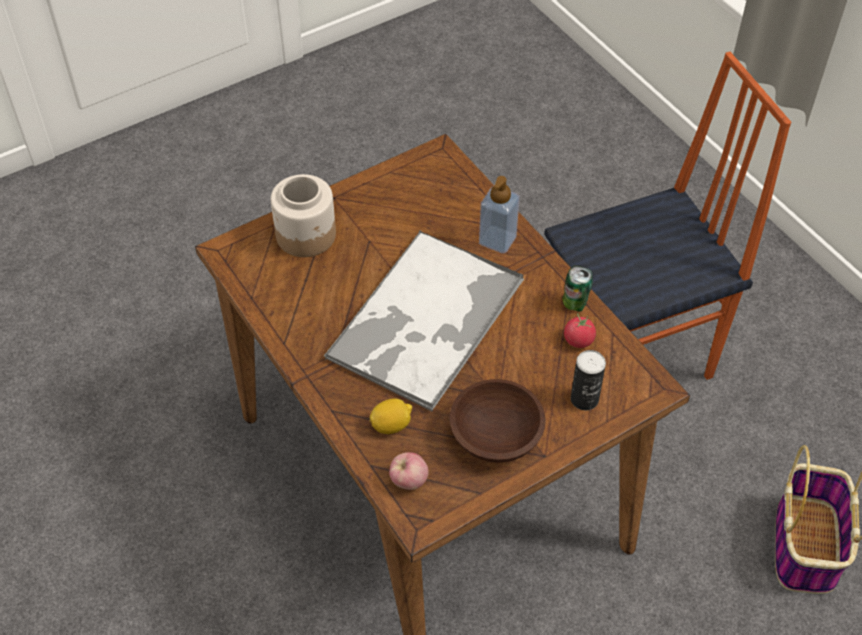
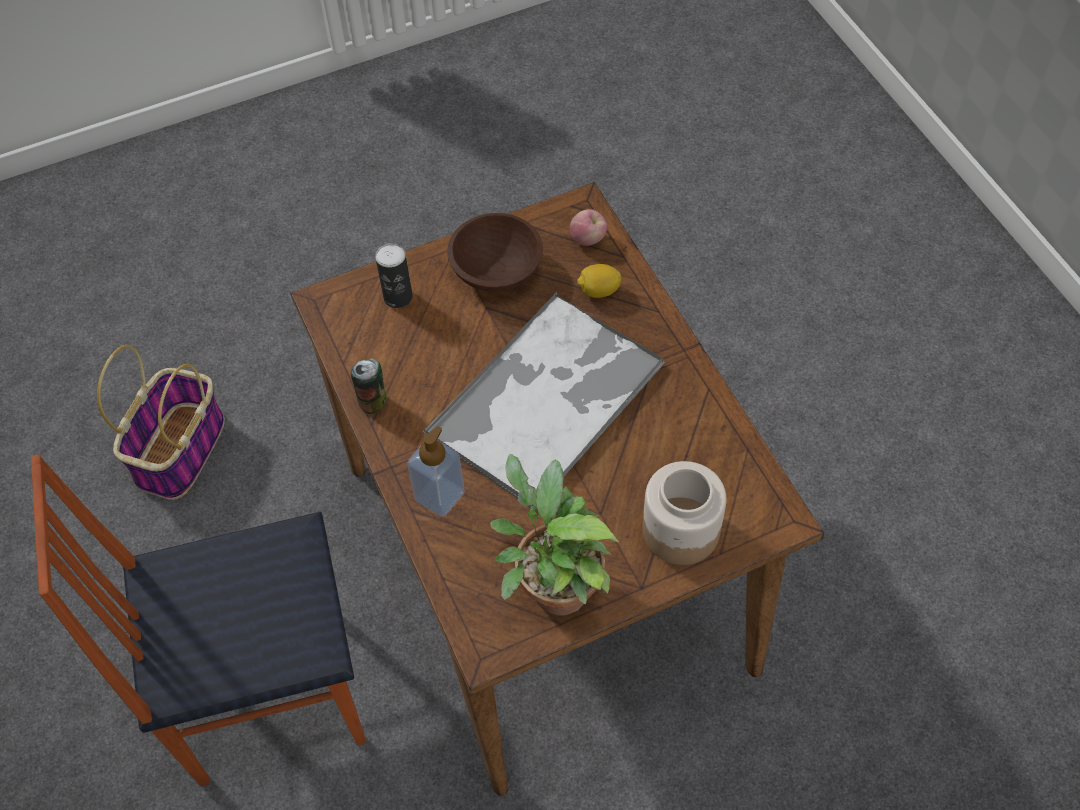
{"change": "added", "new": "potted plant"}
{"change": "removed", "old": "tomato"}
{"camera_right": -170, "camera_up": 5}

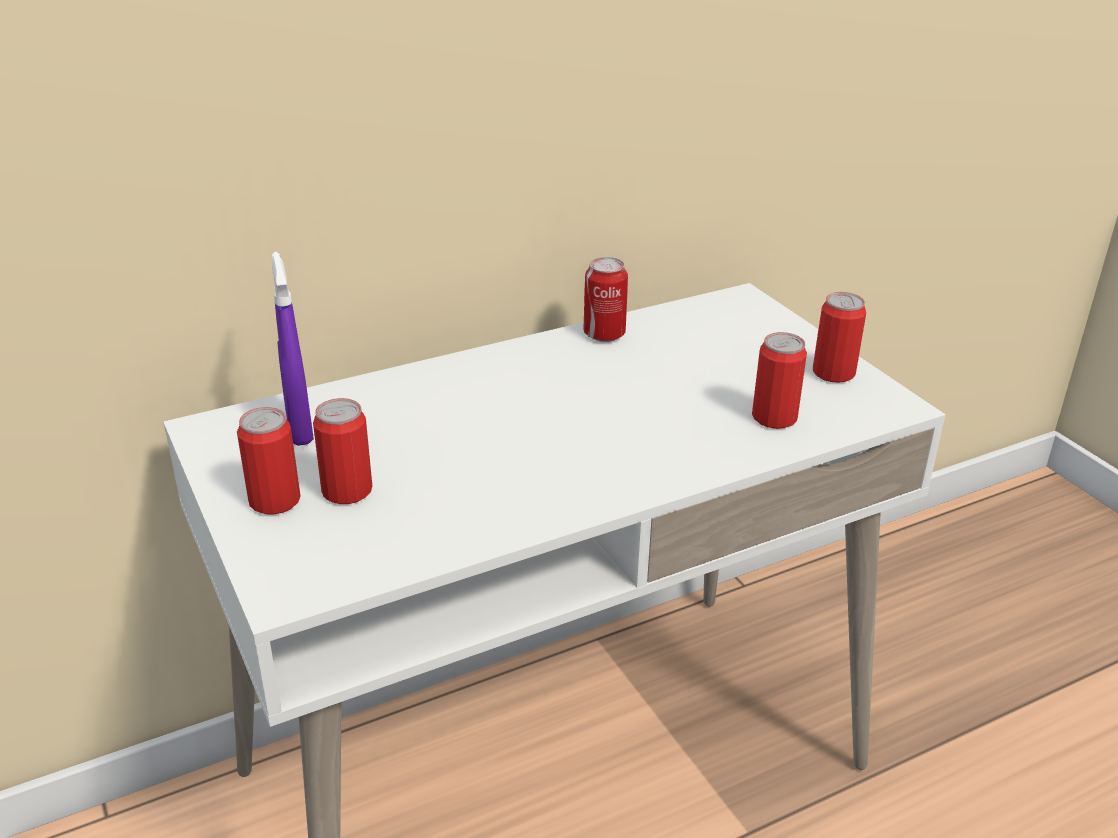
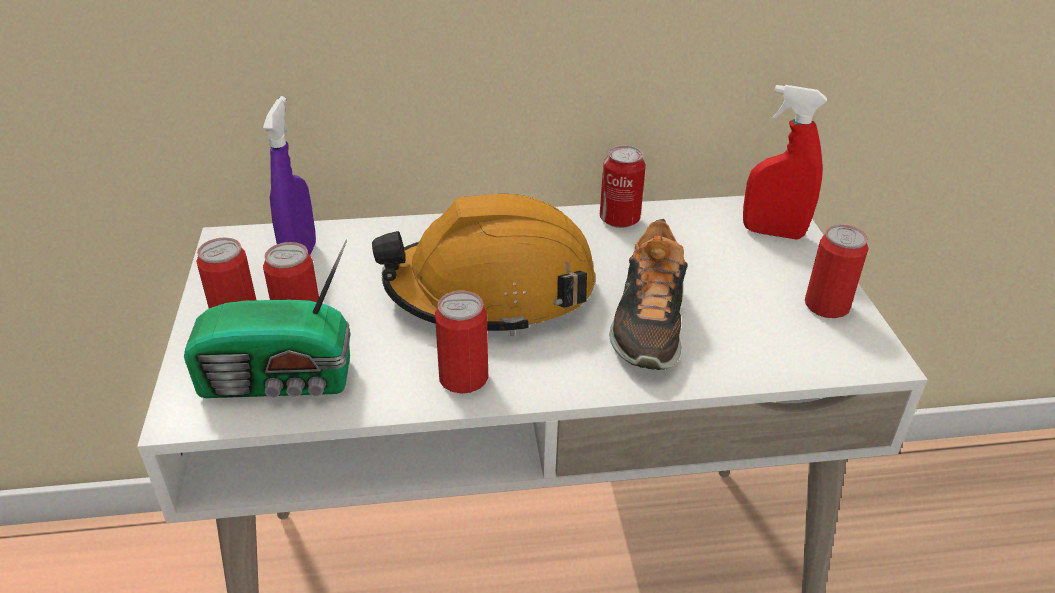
{"change": "added", "new": "radio"}
{"change": "added", "new": "orange hard hat"}
{"change": "moved", "old": "can (4th from left in the first image)", "new": "can (3rd from left)"}
{"change": "added", "new": "shoe"}
{"change": "added", "new": "red spray bottle"}
{"camera_right": 20, "camera_up": 5}

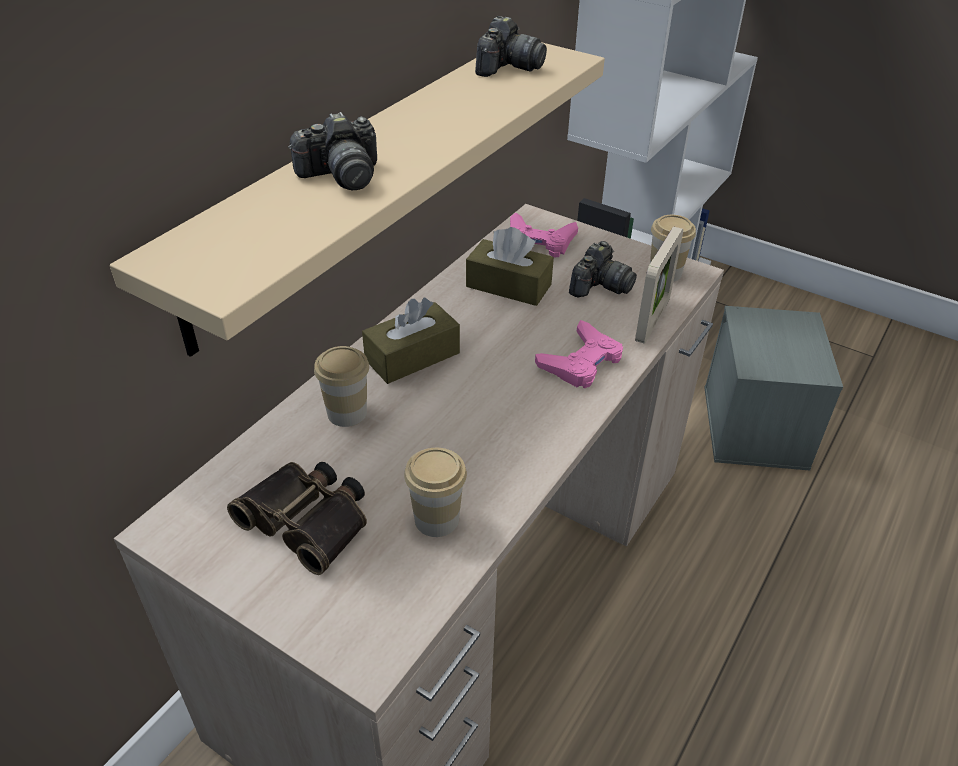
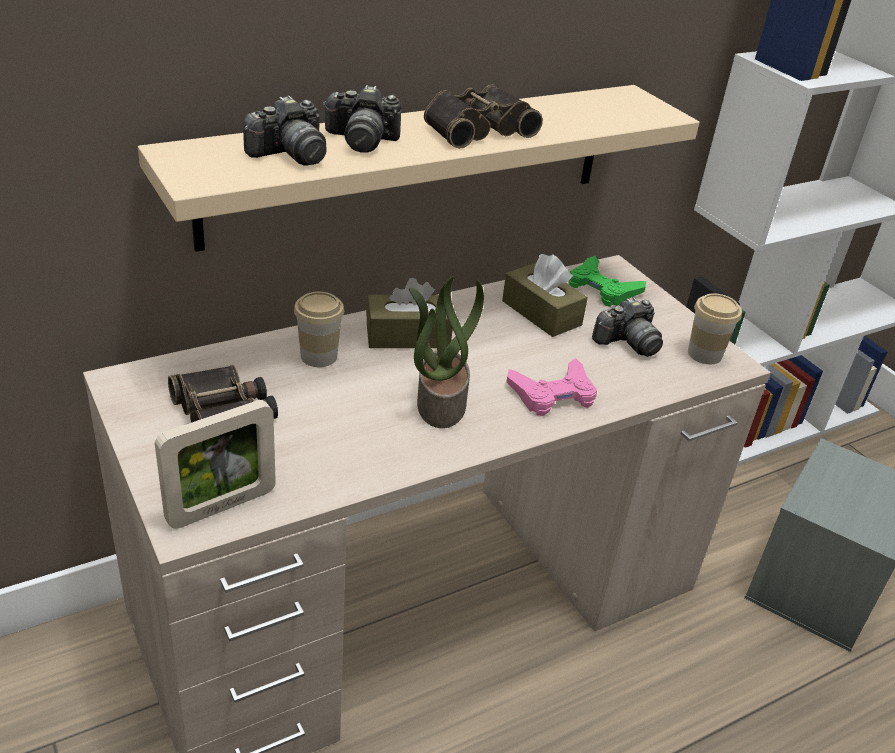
{"change": "moved", "old": "picture frame"}
{"change": "moved", "old": "photo camera (2nd from left in the first image)", "new": "photo camera (1st from left)"}
{"change": "added", "new": "potted plant"}
{"change": "added", "new": "binoculars (2nd from left)"}
{"change": "recoloured", "old": "pink game controller (1st from left)", "new": "green game controller"}
{"change": "removed", "old": "cup (2nd from left)"}
{"camera_right": 25, "camera_up": -5}

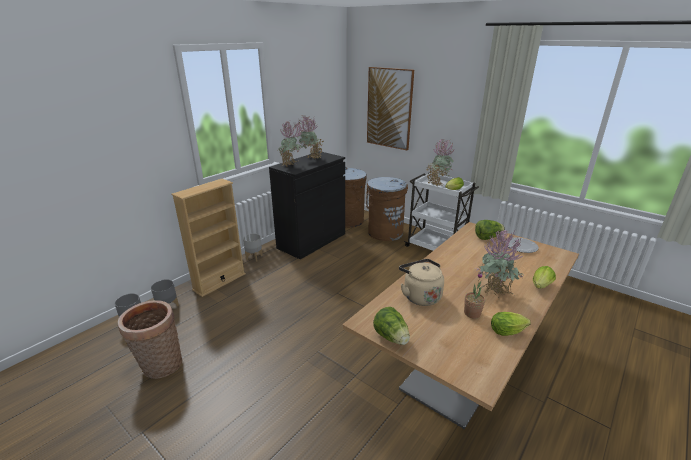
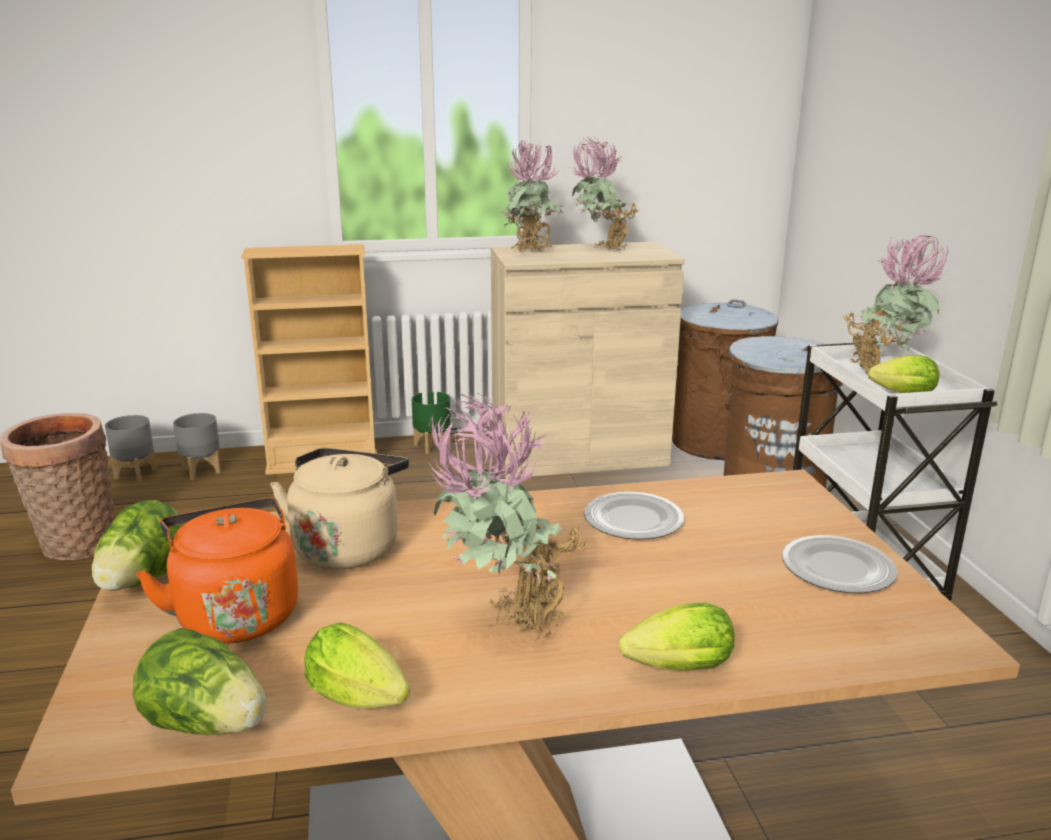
{"change": "moved", "old": "lettuce (3rd from left in the first image)", "new": "lettuce (2nd from left)"}
{"change": "added", "new": "orange kettle"}
{"change": "recoloured", "old": "grey planter (3rd from left)", "new": "green planter"}
{"change": "recoloured", "old": "black cabinet", "new": "beige cabinet"}
{"change": "added", "new": "plate (1st from left)"}
{"change": "removed", "old": "picture"}
{"change": "removed", "old": "potted plant (4th from left)"}
{"camera_right": 40, "camera_up": -5}

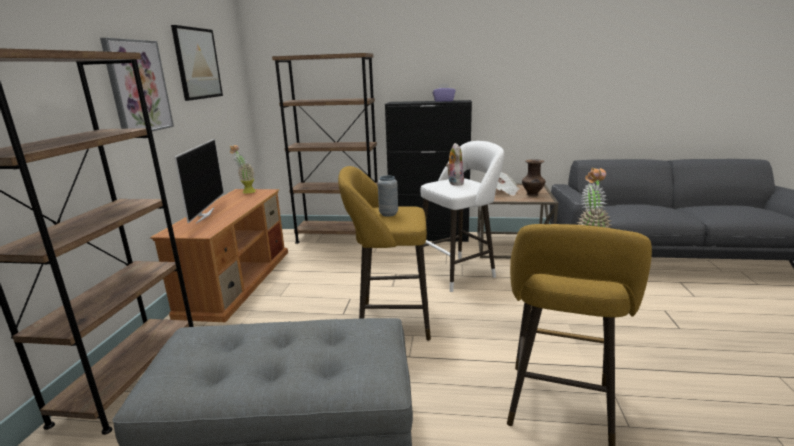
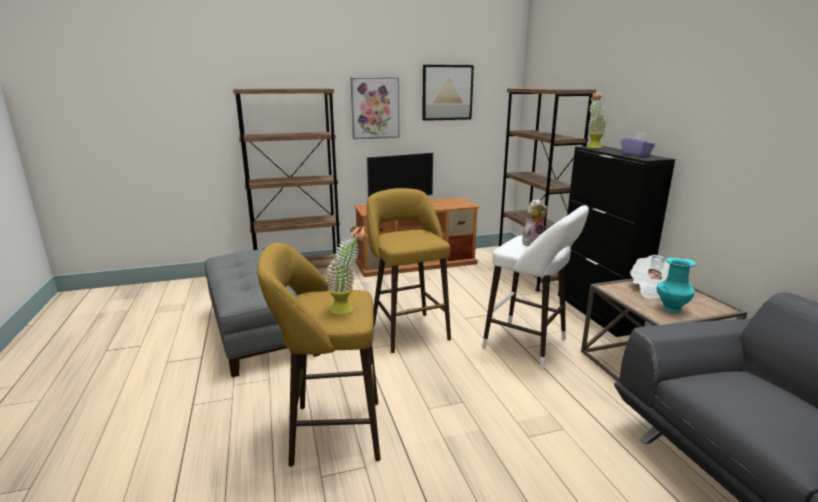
{"change": "moved", "old": "potted plant (1st from left in the first image)", "new": "potted plant (2nd from left)"}
{"change": "recoloured", "old": "brown vase", "new": "turquoise vase"}
{"change": "removed", "old": "grey vase"}
{"camera_right": 65, "camera_up": 0}

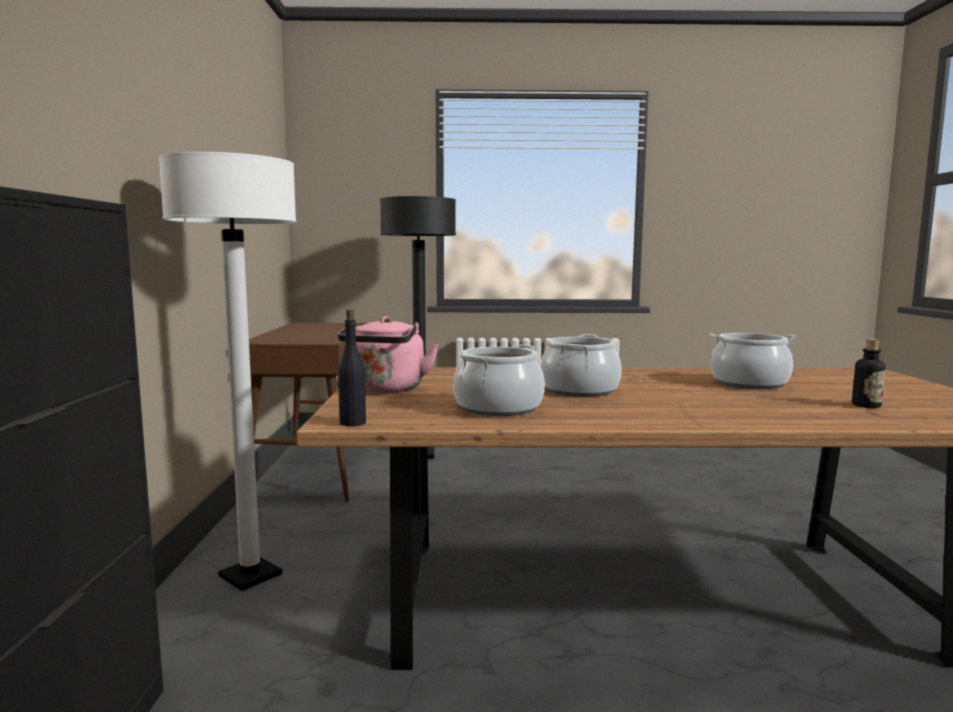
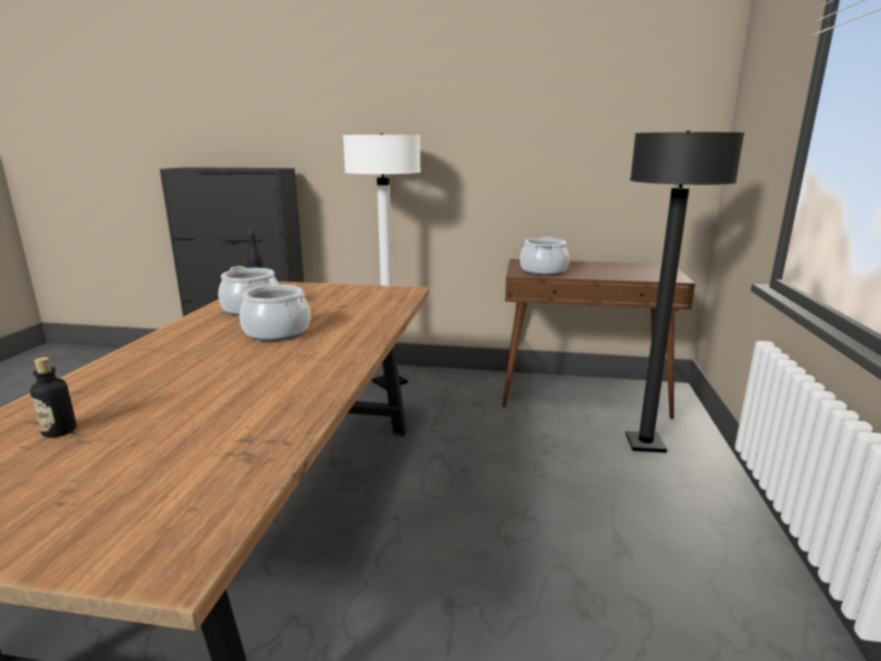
{"change": "moved", "old": "cooking pot (3rd from left)"}
{"change": "removed", "old": "pink kettle"}
{"camera_right": 100, "camera_up": 10}

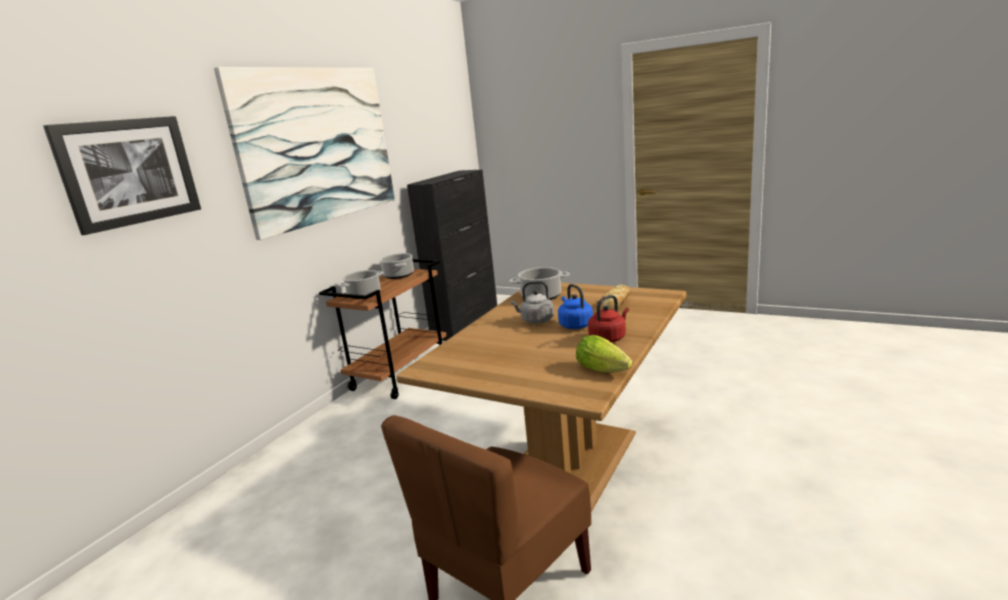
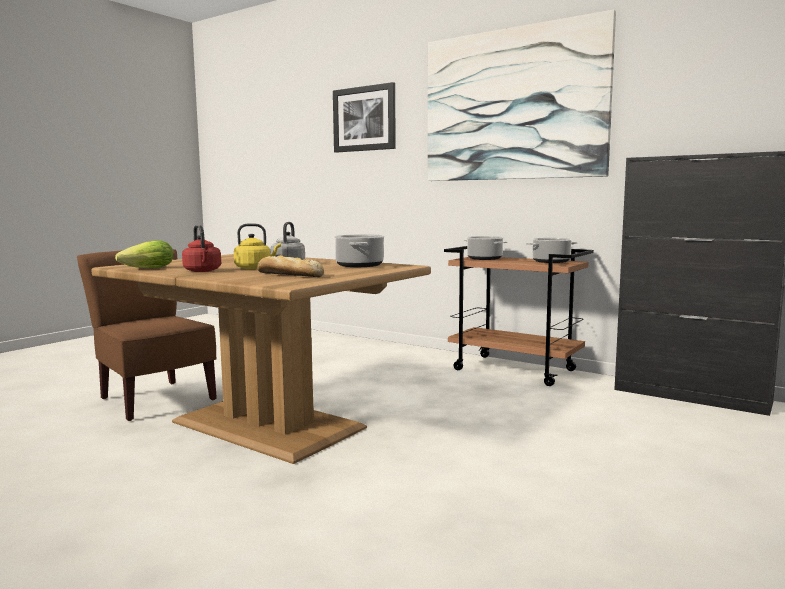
{"change": "recoloured", "old": "blue kettle", "new": "yellow kettle"}
{"camera_right": 95, "camera_up": -10}

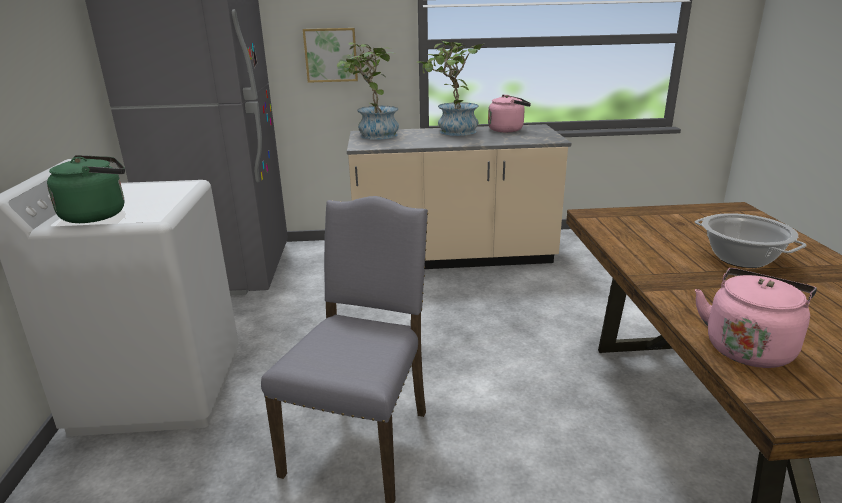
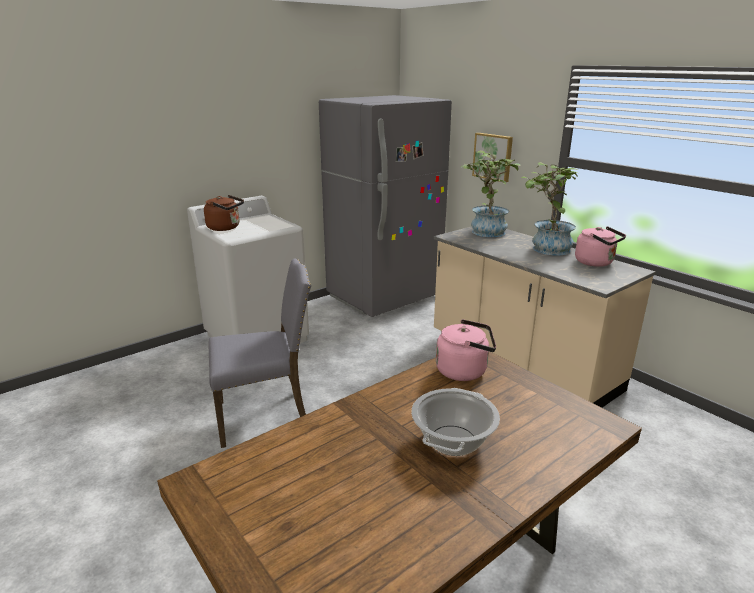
{"change": "recoloured", "old": "green kettle", "new": "brown kettle"}
{"change": "moved", "old": "pink kettle (2nd from left in the first image)", "new": "pink kettle (1st from left)"}
{"camera_right": 55, "camera_up": 0}

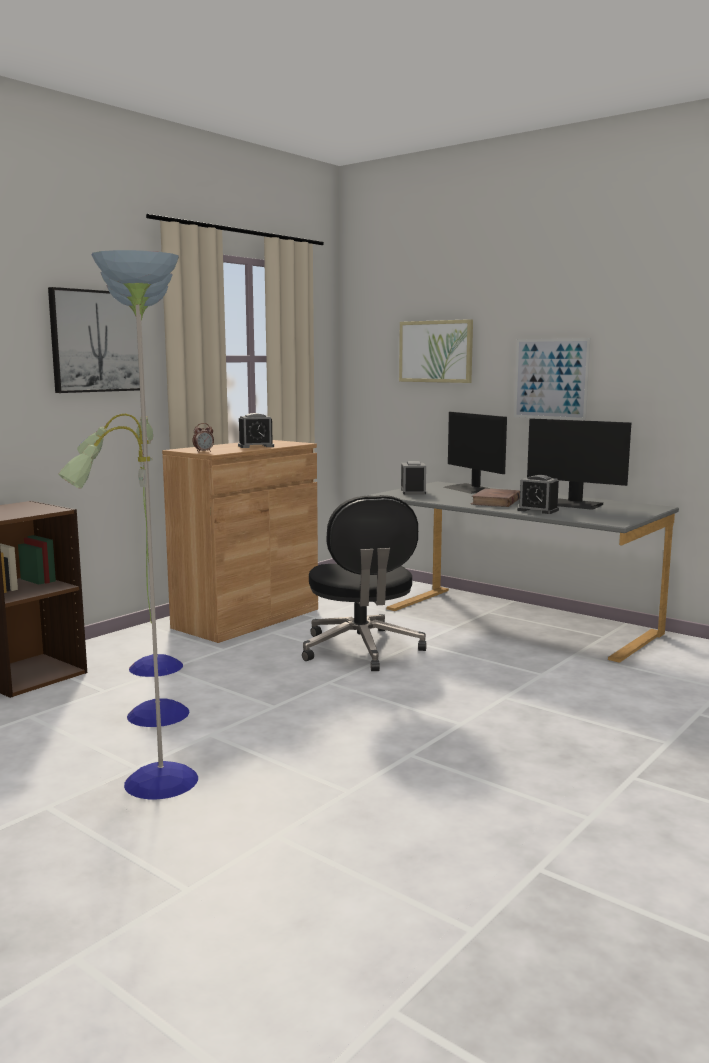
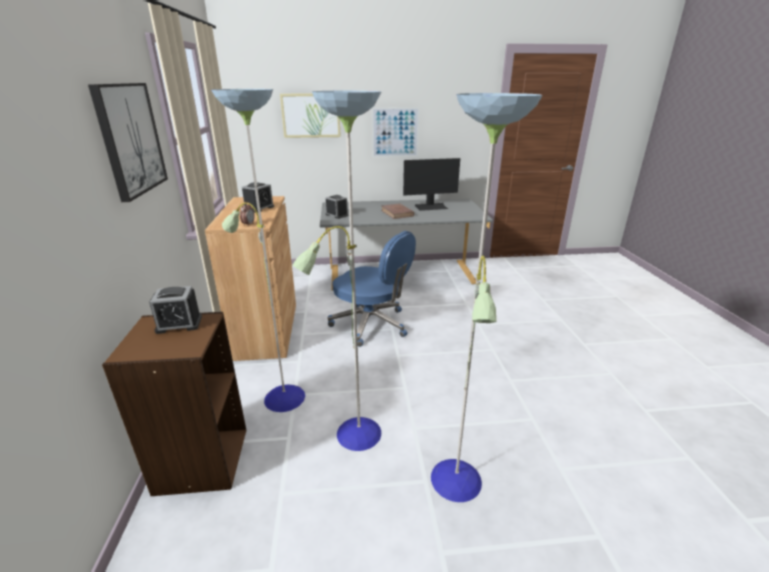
{"change": "moved", "old": "alarm clock (4th from left in the first image)", "new": "alarm clock (1st from left)"}
{"change": "recoloured", "old": "black office chair", "new": "blue office chair"}
{"change": "removed", "old": "monitor (1st from left)"}
{"camera_right": -45, "camera_up": 15}

